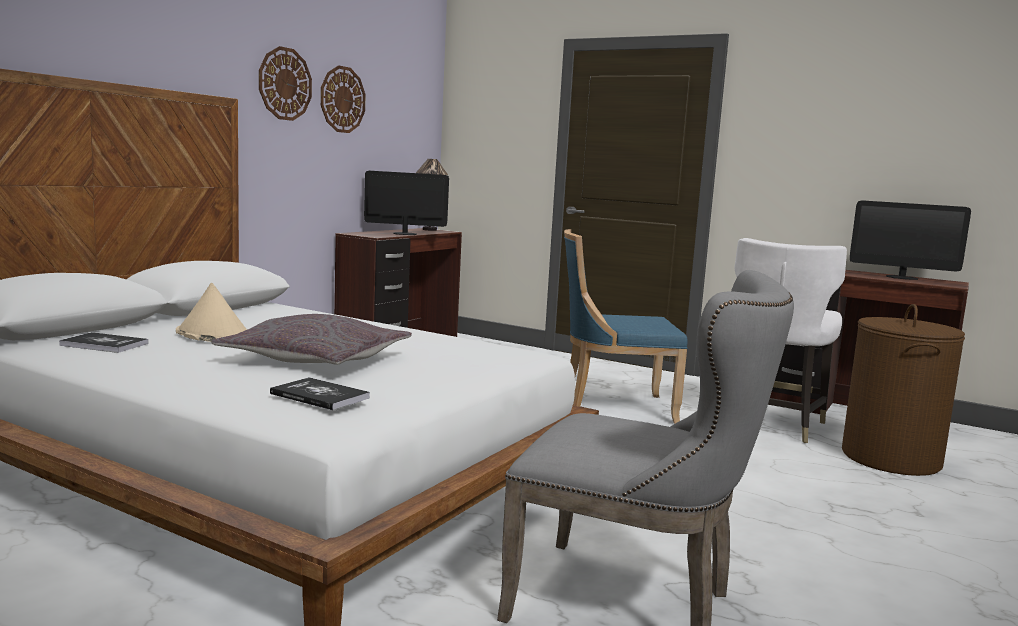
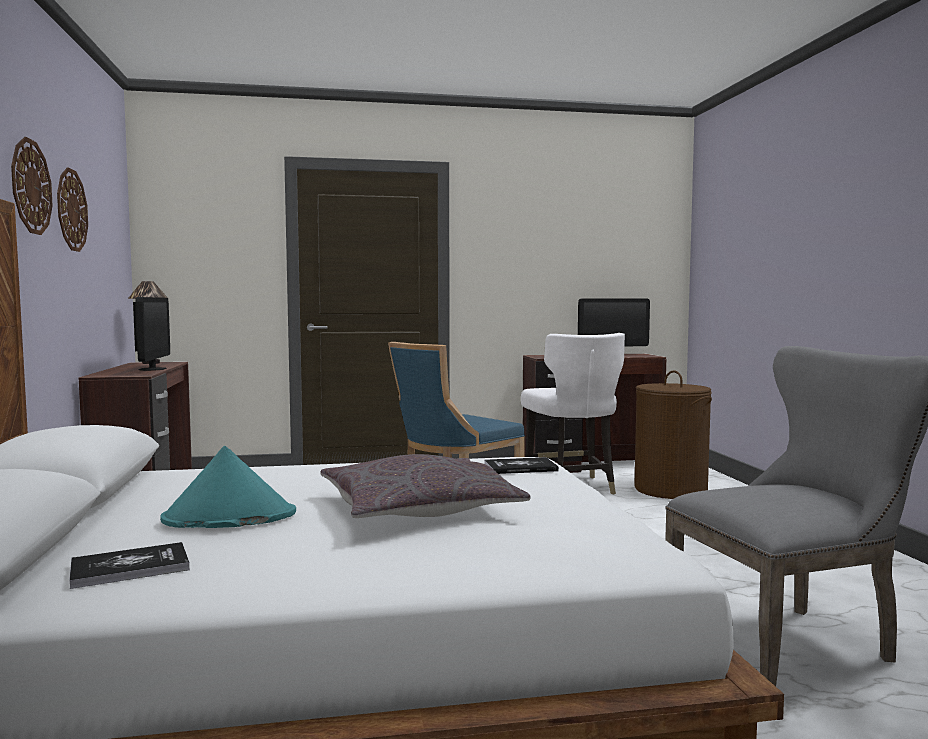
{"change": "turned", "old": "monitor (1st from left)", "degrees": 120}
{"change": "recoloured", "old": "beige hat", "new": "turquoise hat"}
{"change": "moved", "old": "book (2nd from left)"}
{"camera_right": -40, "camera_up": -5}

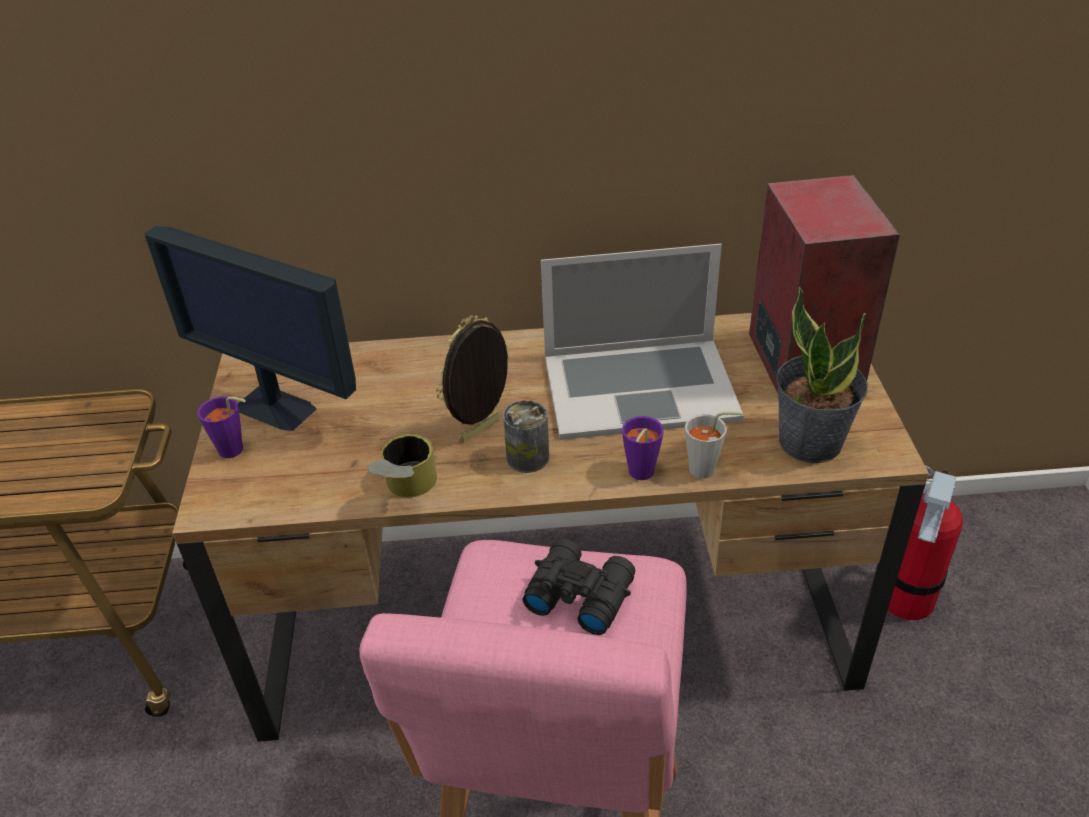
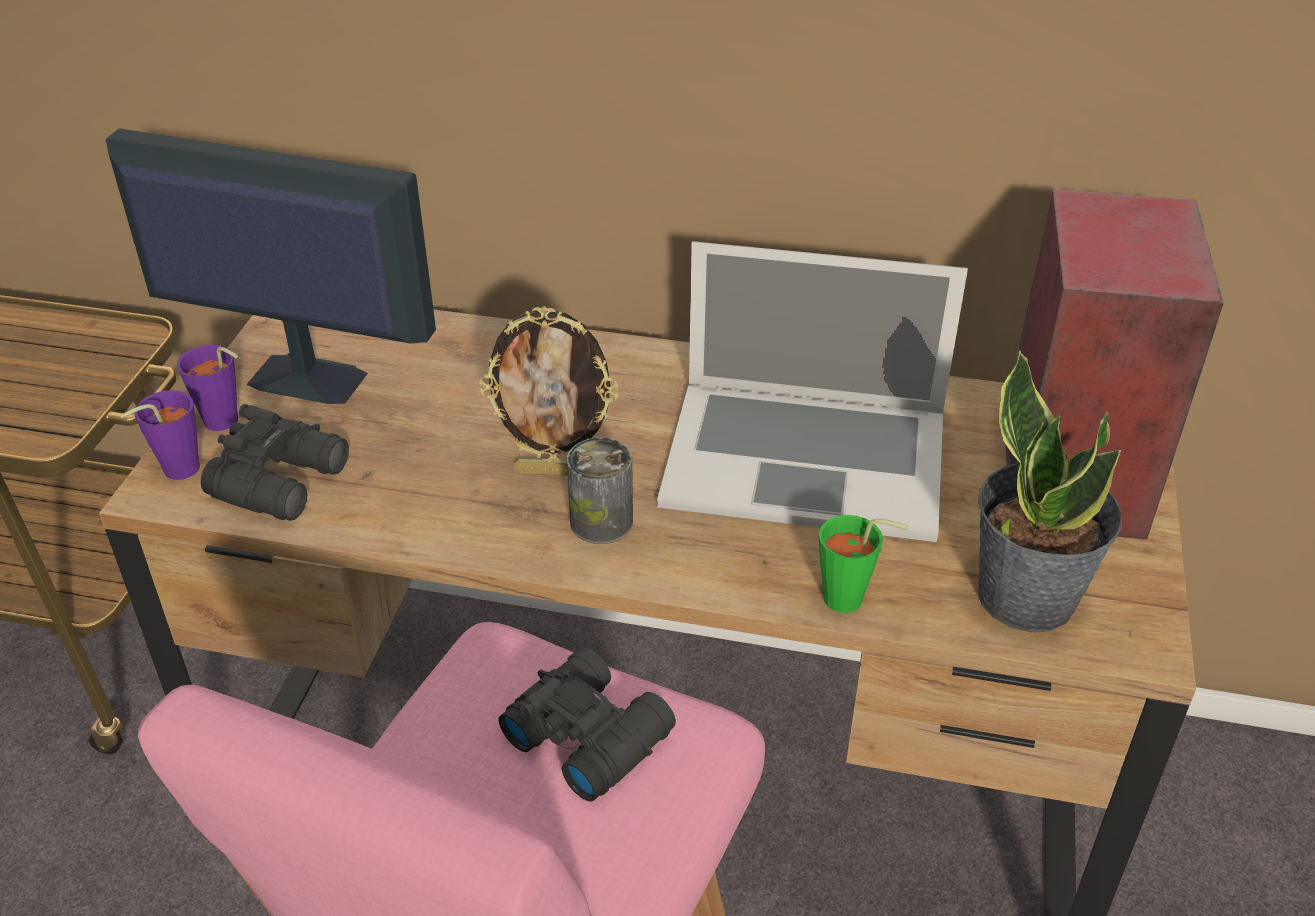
{"change": "turned", "old": "monitor", "degrees": 150}
{"change": "moved", "old": "purple cup (2nd from left in the first image)", "new": "purple cup (1st from left)"}
{"change": "added", "new": "black binoculars (1st from left)"}
{"change": "turned", "old": "picture frame", "degrees": -150}
{"change": "recoloured", "old": "grey cup", "new": "green cup"}
{"change": "removed", "old": "can (1st from left)"}
{"change": "removed", "old": "fire extinguisher"}
{"camera_right": 15, "camera_up": 0}

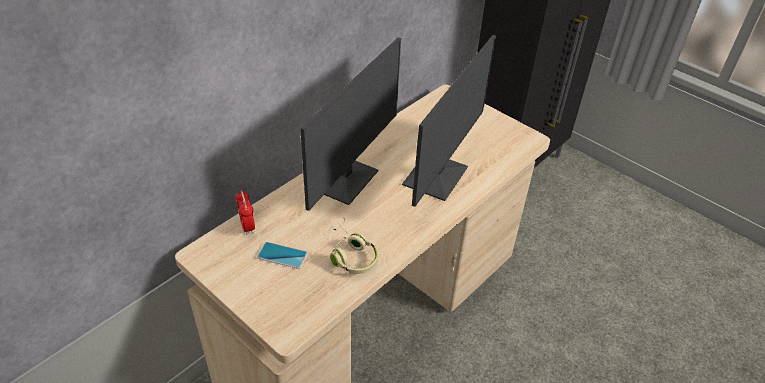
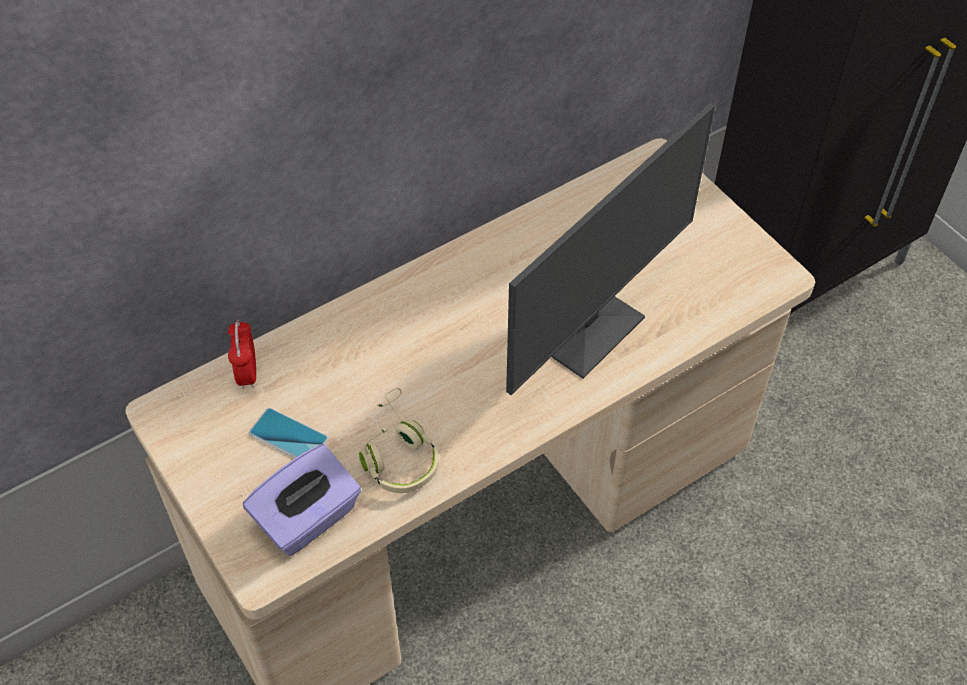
{"change": "added", "new": "purple tissue box"}
{"change": "removed", "old": "monitor (1st from left)"}
{"camera_right": 15, "camera_up": 10}

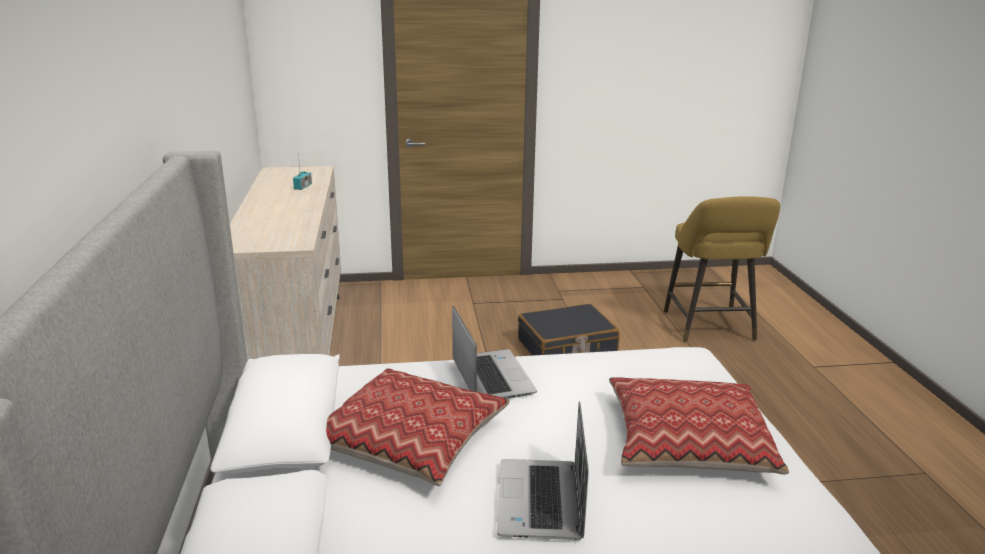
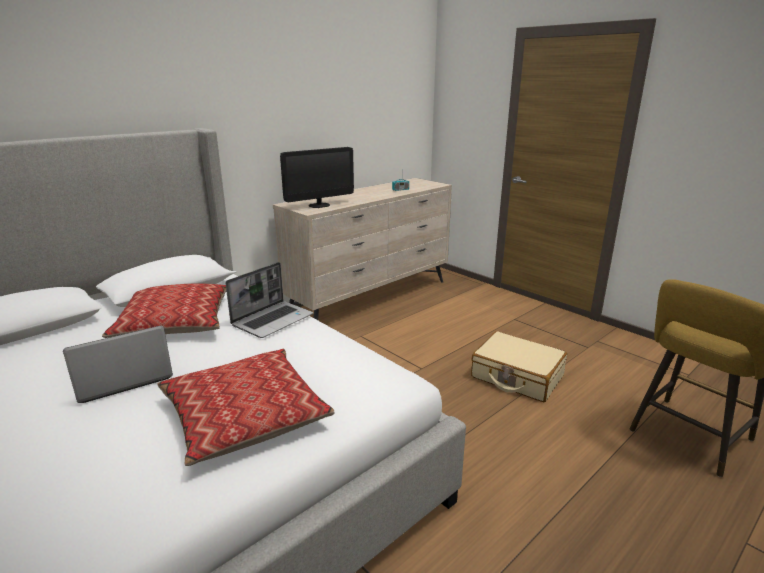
{"change": "added", "new": "monitor"}
{"change": "recoloured", "old": "black suitcase", "new": "beige suitcase"}
{"camera_right": 55, "camera_up": 0}

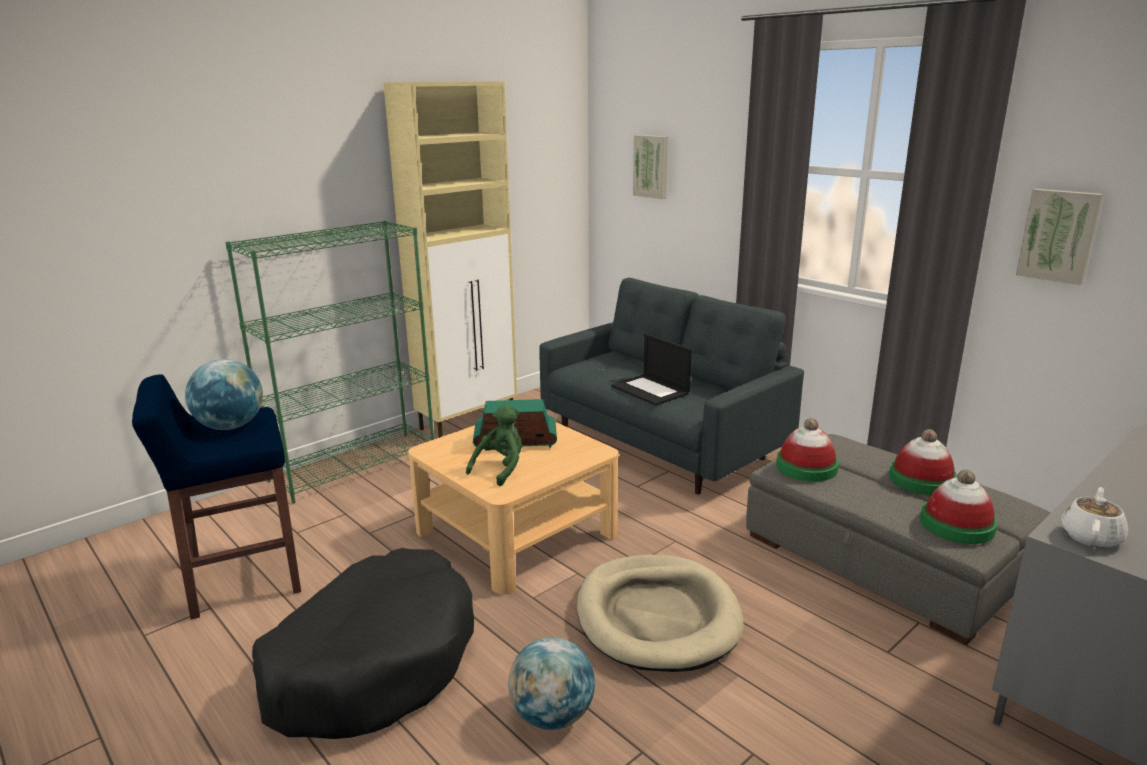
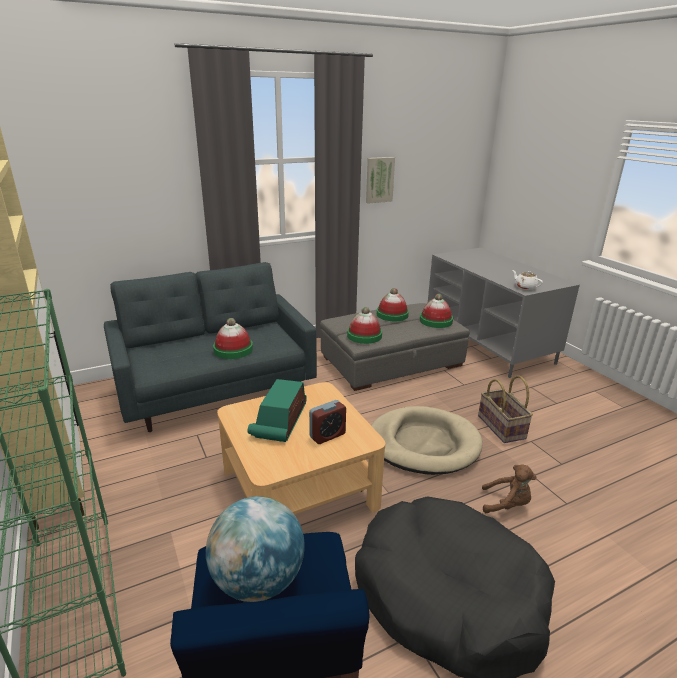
{"change": "replaced", "old": "laptop", "new": "hat (1st from left)"}
{"change": "replaced", "old": "green plush toy", "new": "alarm clock"}
{"change": "added", "new": "basket"}
{"change": "replaced", "old": "globe (2nd from left)", "new": "brown plush toy"}
{"change": "removed", "old": "picture (1st from left)"}
{"camera_right": -75, "camera_up": 5}

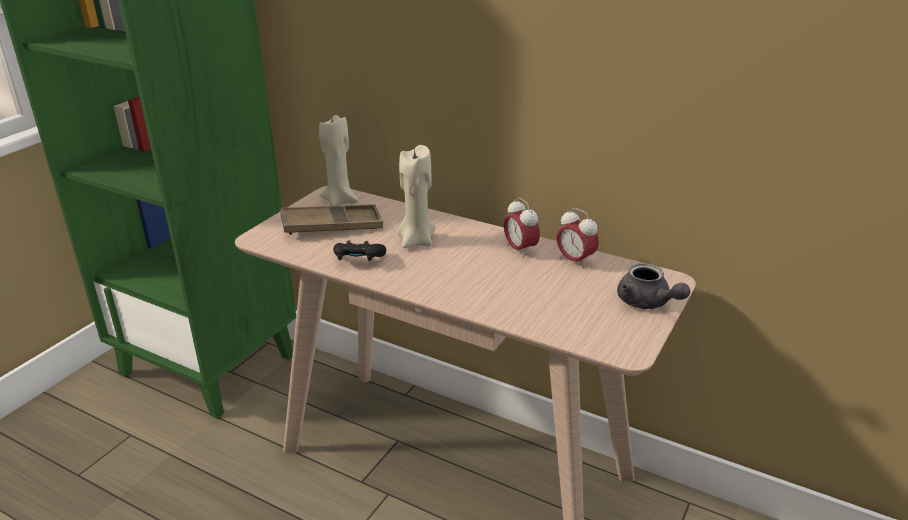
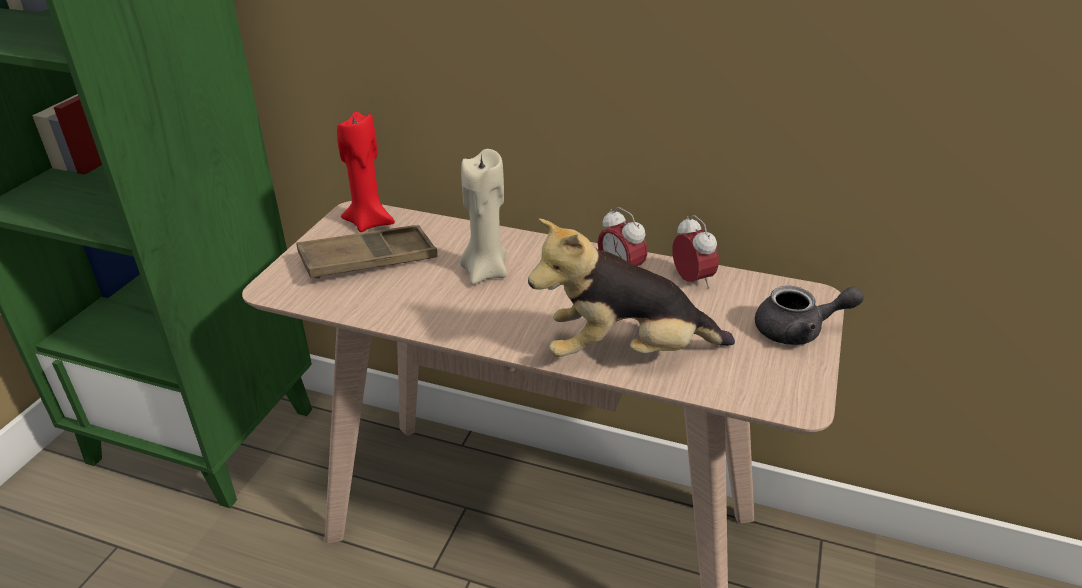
{"change": "recoloured", "old": "beige candle (1st from left)", "new": "red candle"}
{"change": "added", "new": "plush toy"}
{"change": "turned", "old": "alarm clock (2nd from left)", "degrees": -150}
{"change": "turned", "old": "grey teapot", "degrees": -45}
{"change": "removed", "old": "black game controller"}
{"camera_right": -10, "camera_up": 5}

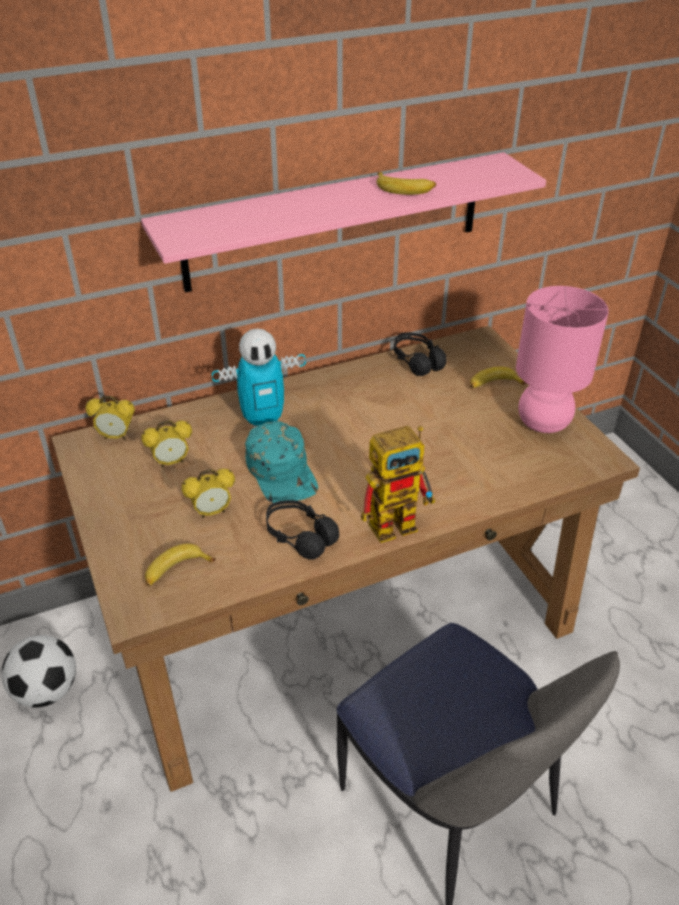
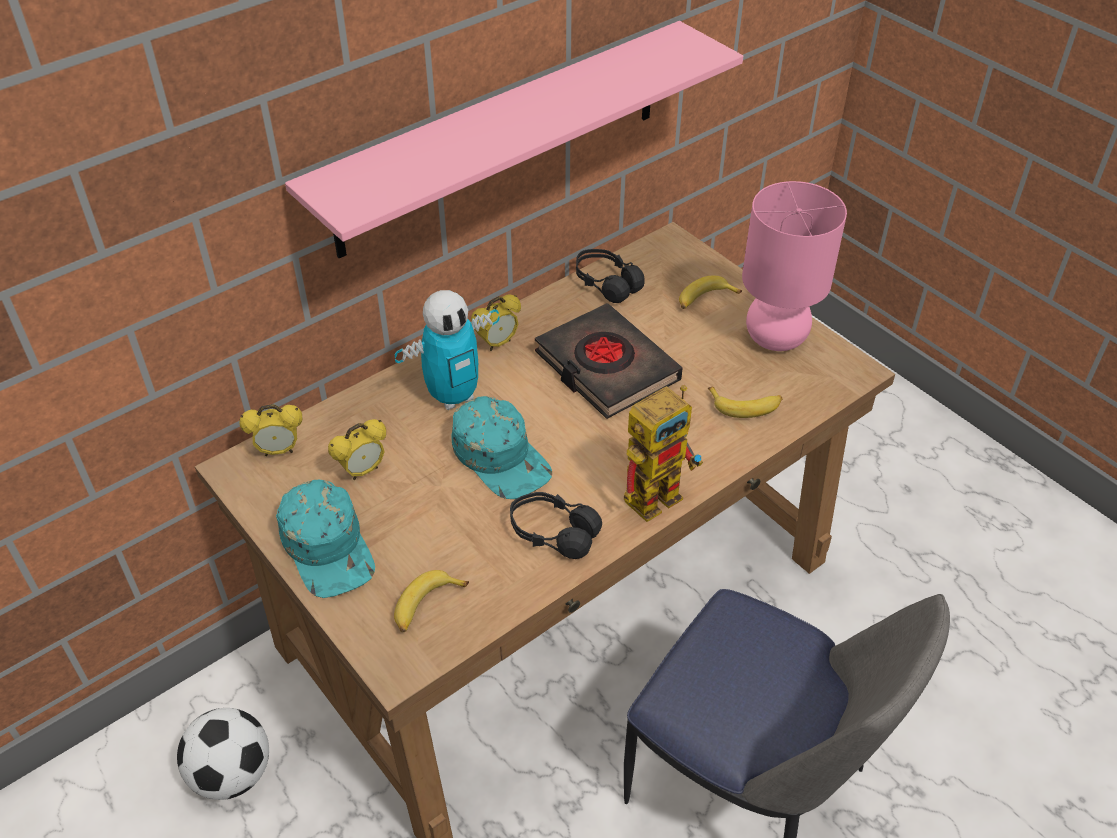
{"change": "added", "new": "turquoise cap (1st from left)"}
{"change": "moved", "old": "alarm clock (3rd from left)"}
{"change": "added", "new": "black book"}
{"change": "moved", "old": "banana (2nd from left in the first image)", "new": "banana (3rd from left)"}
{"camera_right": -15, "camera_up": 5}

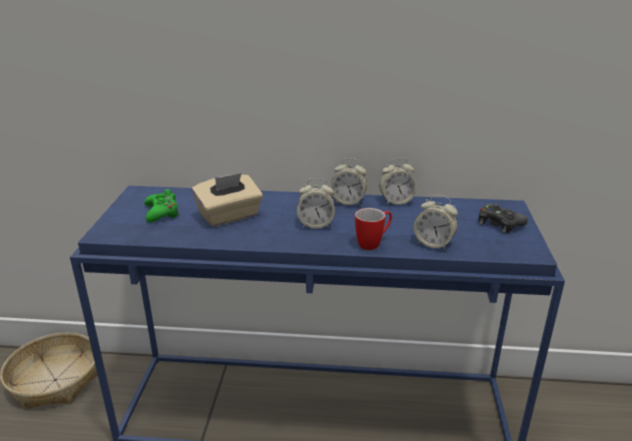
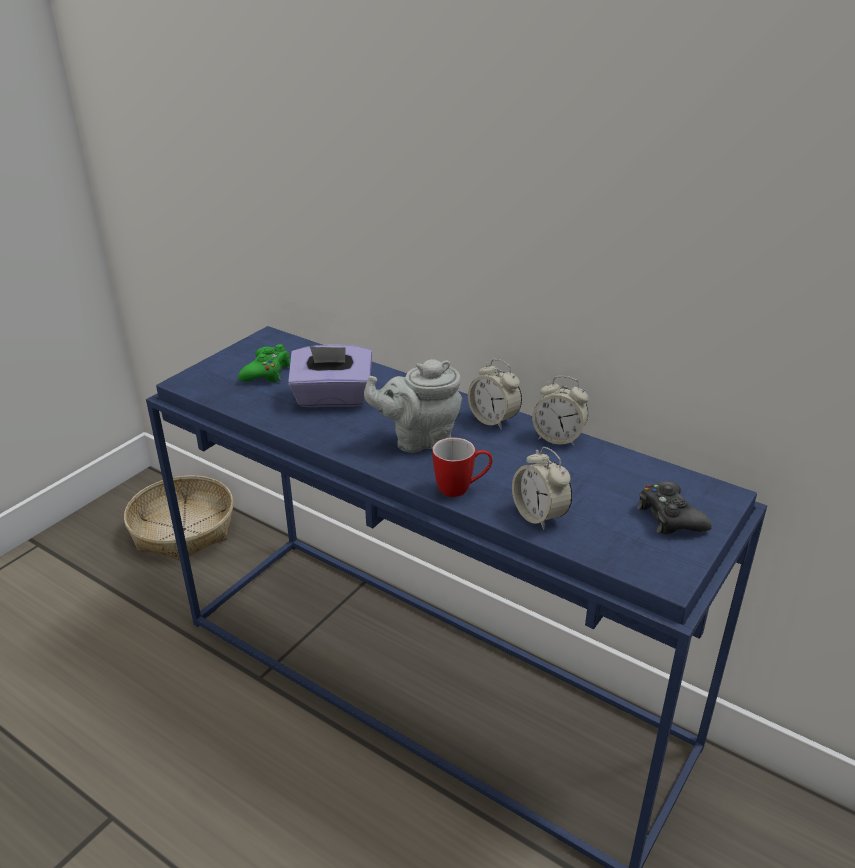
{"change": "recoloured", "old": "beige tissue box", "new": "purple tissue box"}
{"change": "replaced", "old": "alarm clock (1st from left)", "new": "grey teapot"}
{"camera_right": 30, "camera_up": 5}

